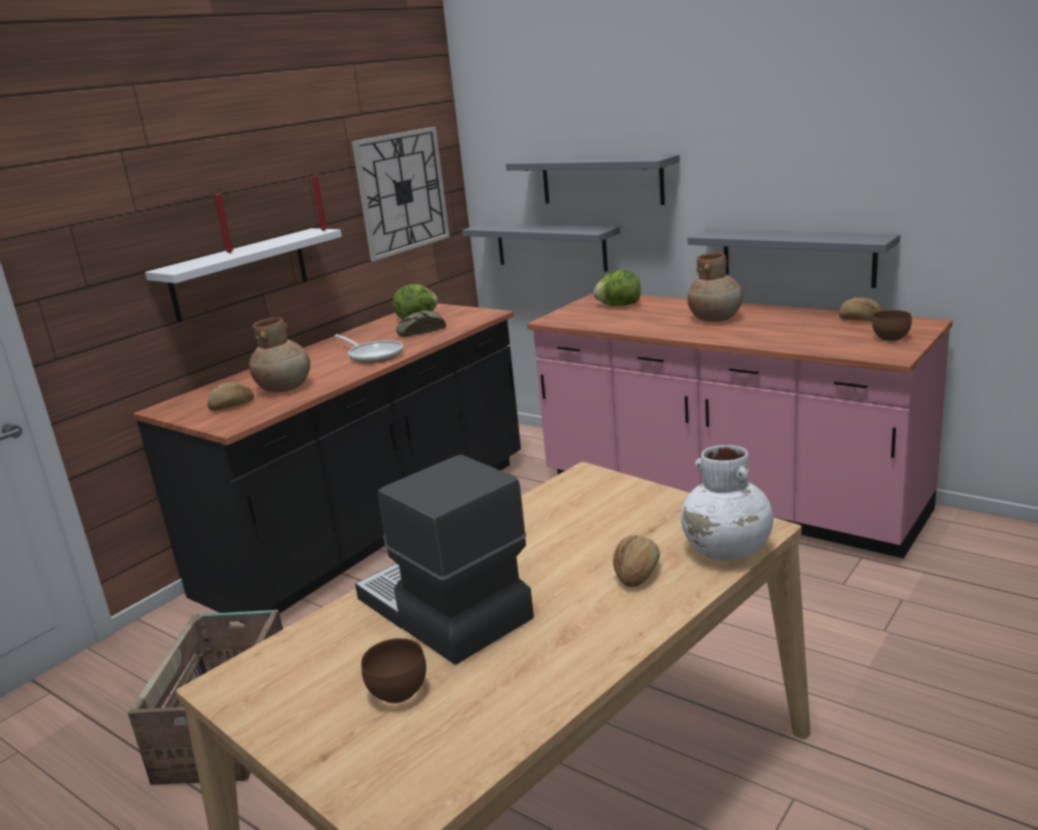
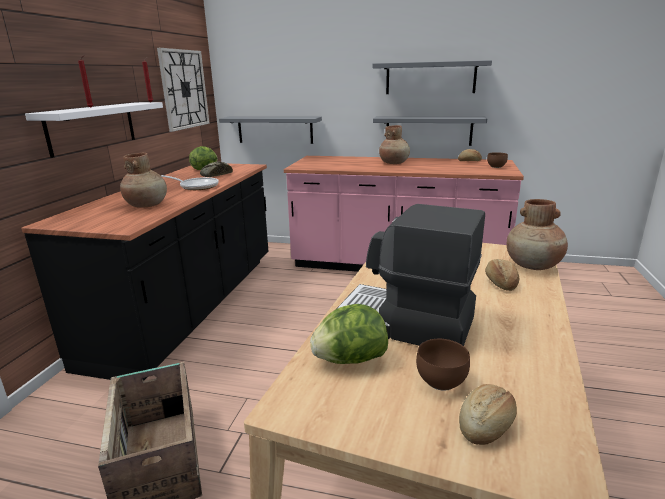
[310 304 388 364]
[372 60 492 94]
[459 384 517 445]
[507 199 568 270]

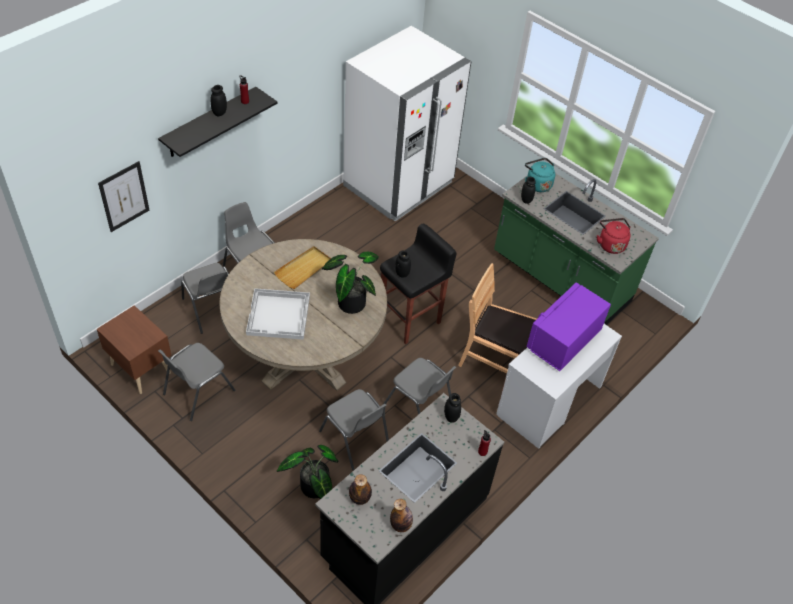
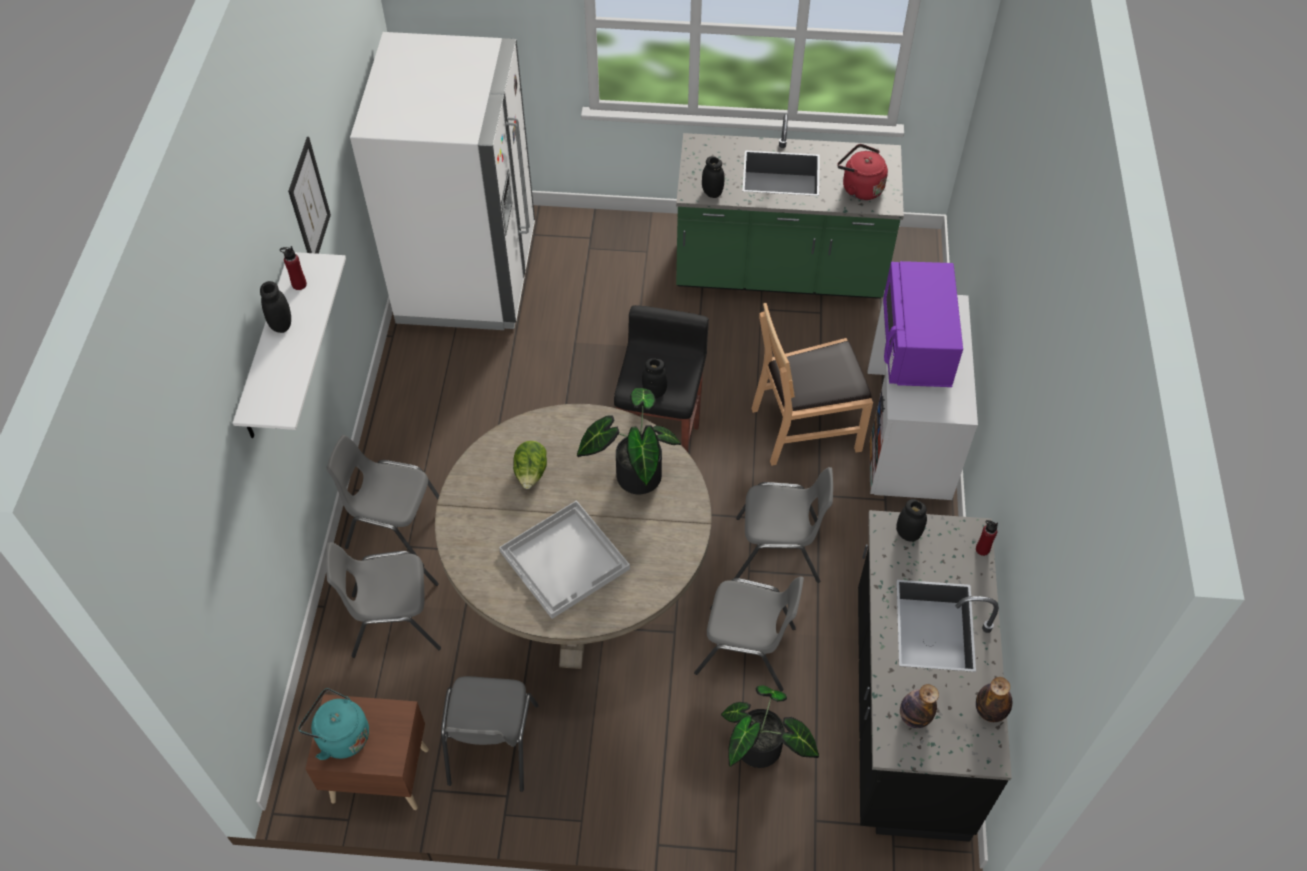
[233 252 346 438]
[288 137 331 254]
[298 688 369 760]
[326 542 441 658]
[513 441 547 489]

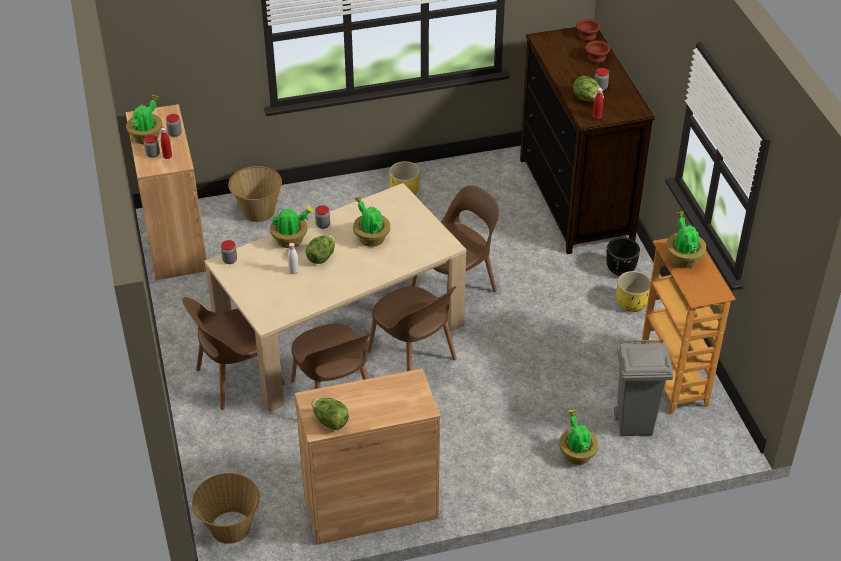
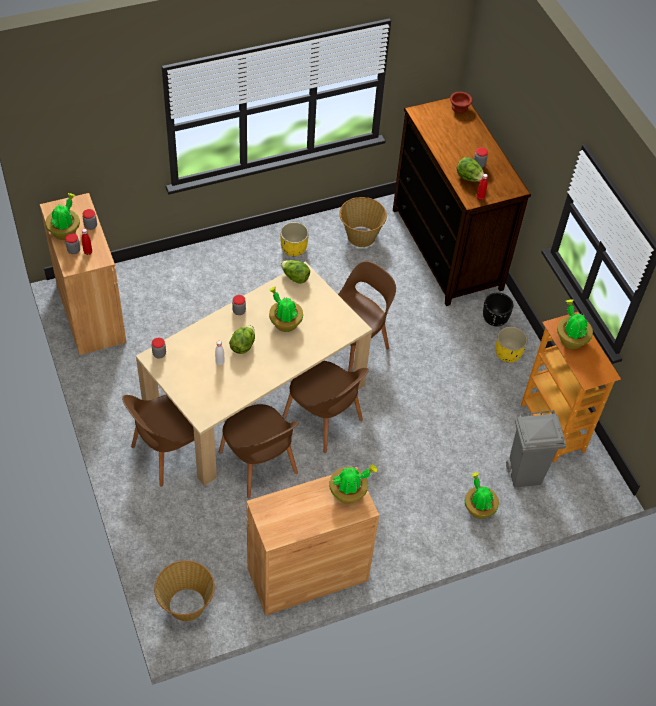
[281 260 310 284]
[329 464 378 504]
[339 197 387 247]
[585 41 610 63] (first image)

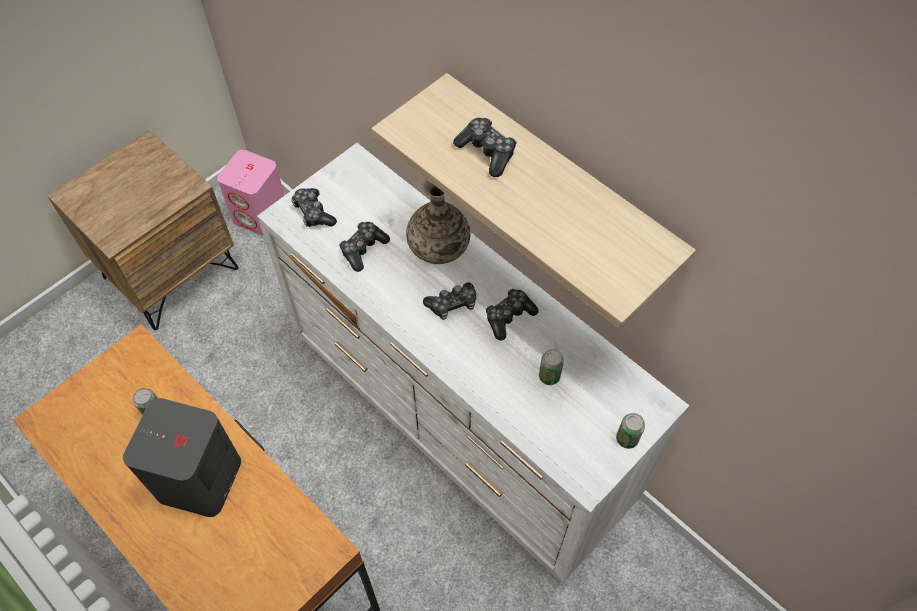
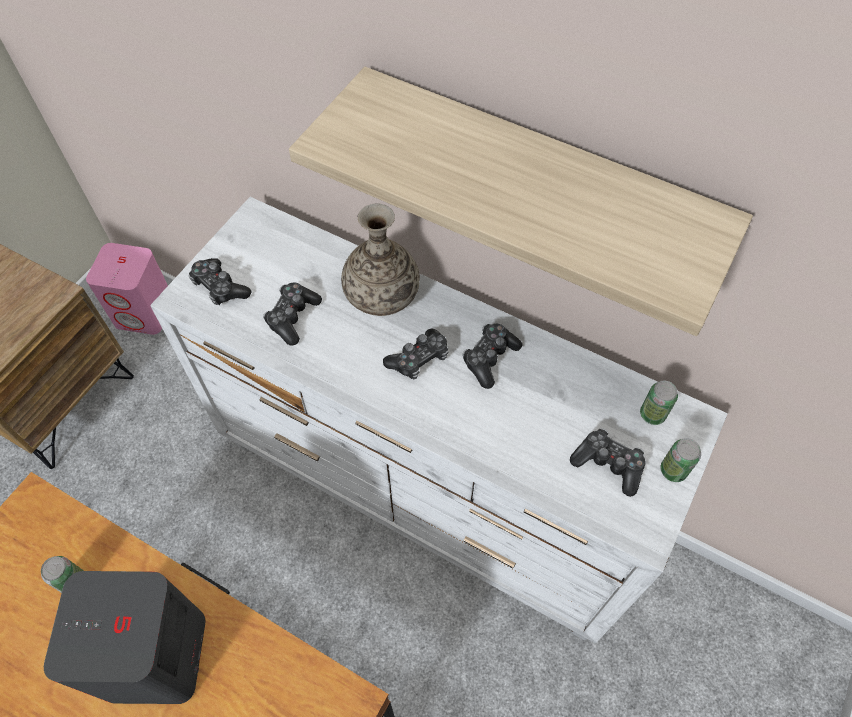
[570 428 645 497]
[640 381 678 425]

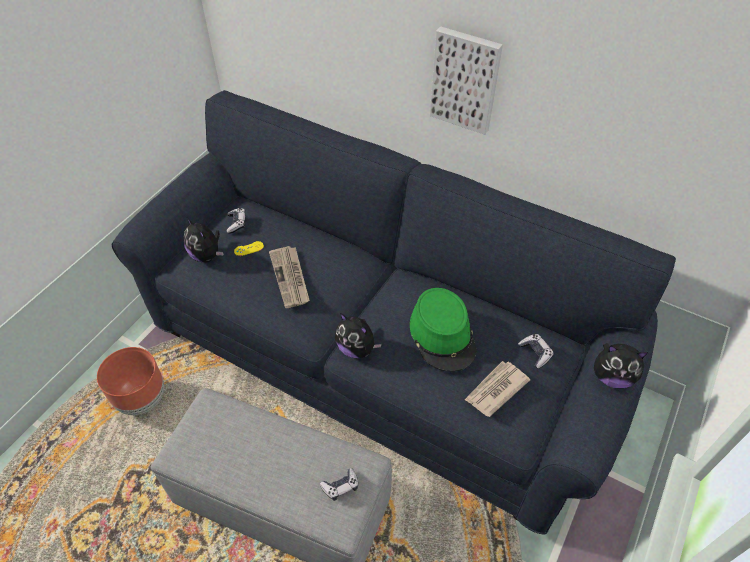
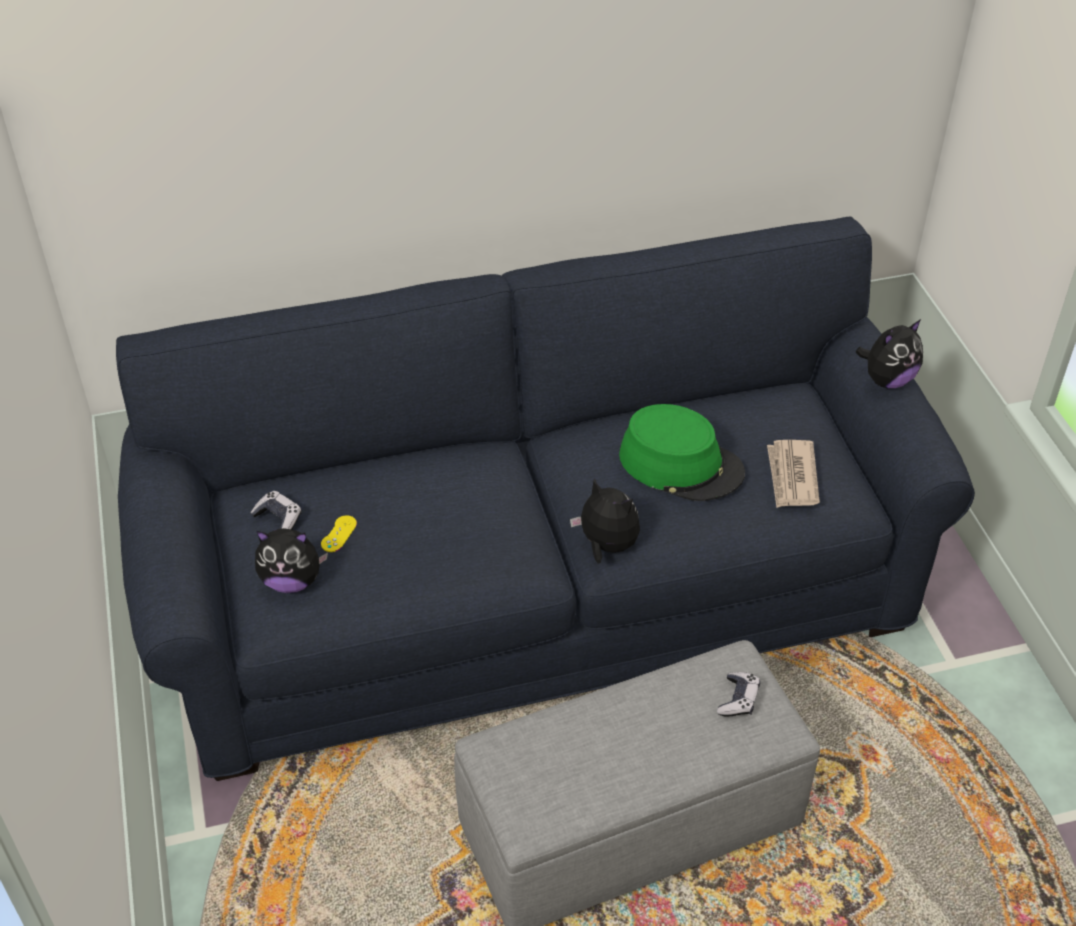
[570 479 640 563]
[97 347 164 415] (first image)
[269 246 310 308] (first image)
[430 27 503 135] (first image)
[518 334 554 369] (first image)

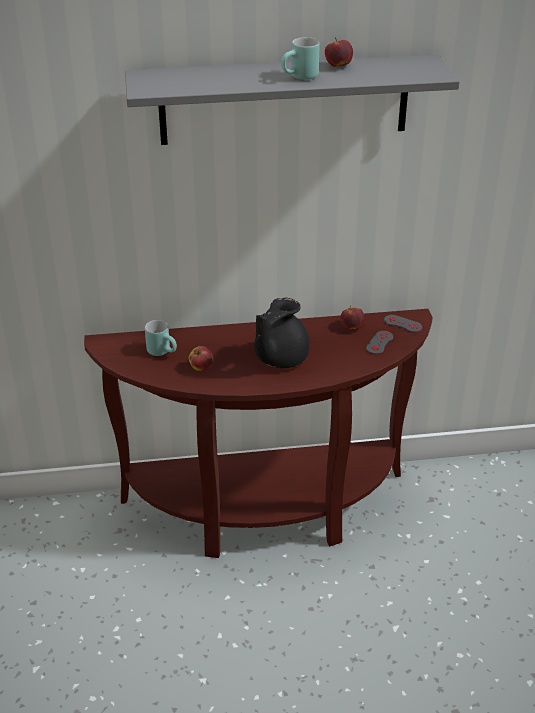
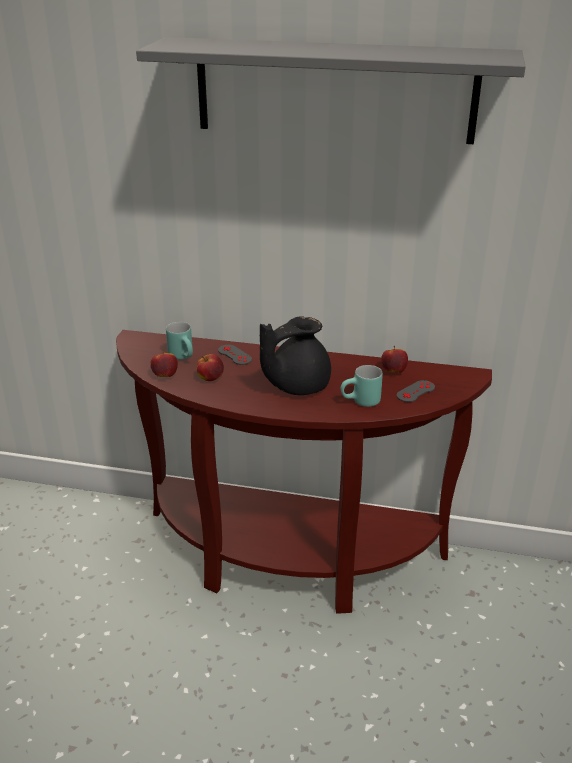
[150 350 178 377]
[218 345 252 365]
[341 365 383 407]

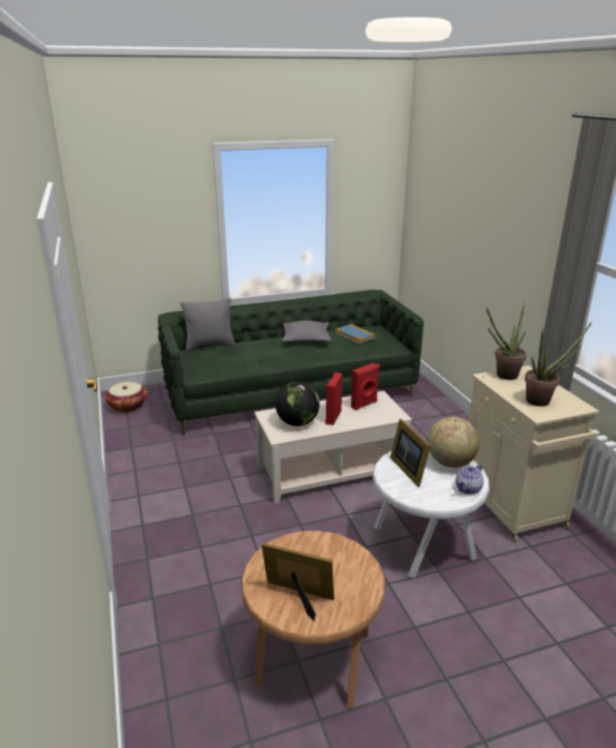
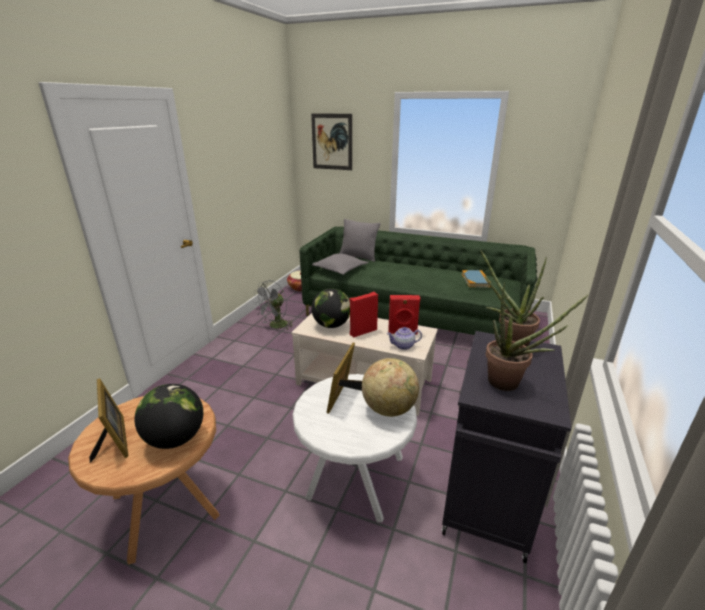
[135 384 203 449]
[253 280 293 330]
[311 113 352 170]
[312 254 368 275]
[387 327 422 350]
[442 331 572 563]

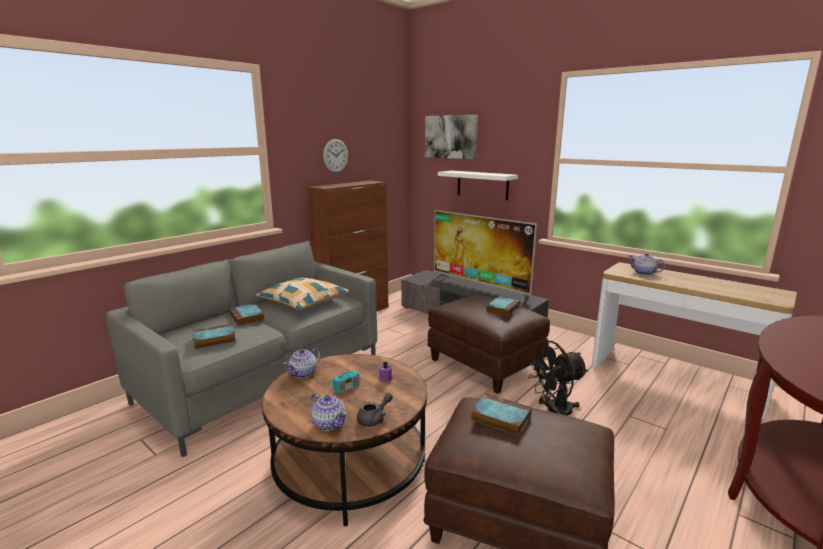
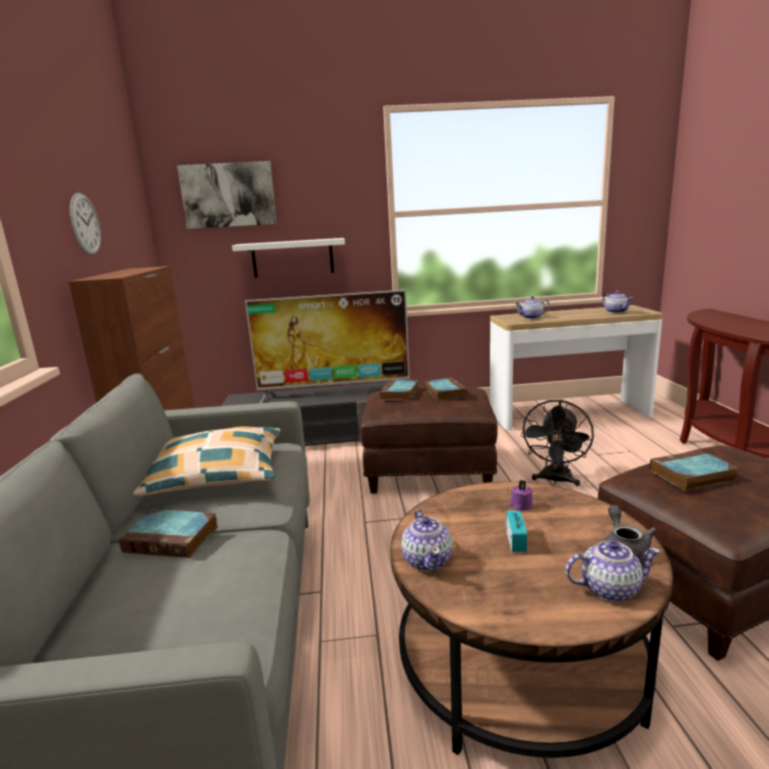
[380 380 419 401]
[602 291 633 313]

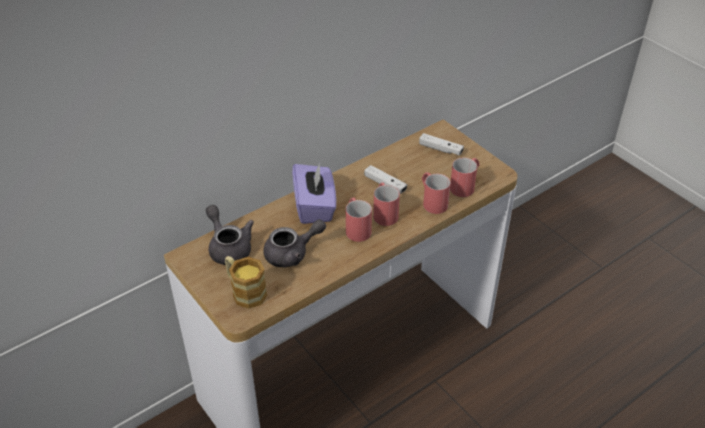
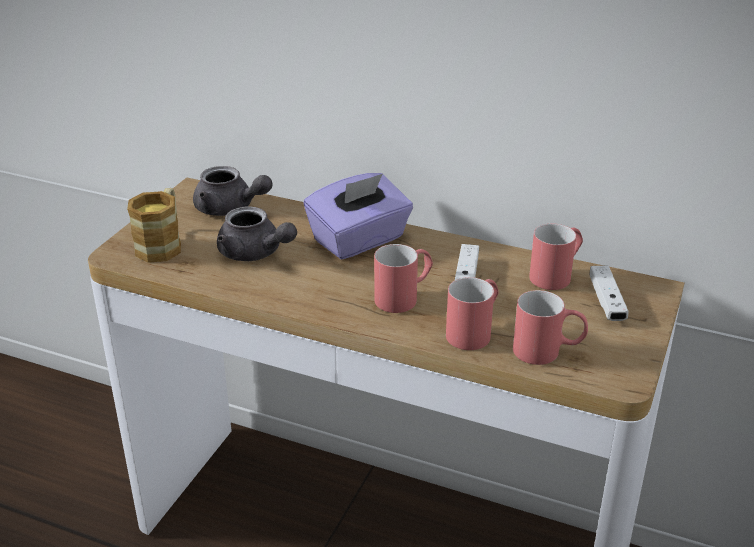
[193 166 273 216]
[529 224 583 290]

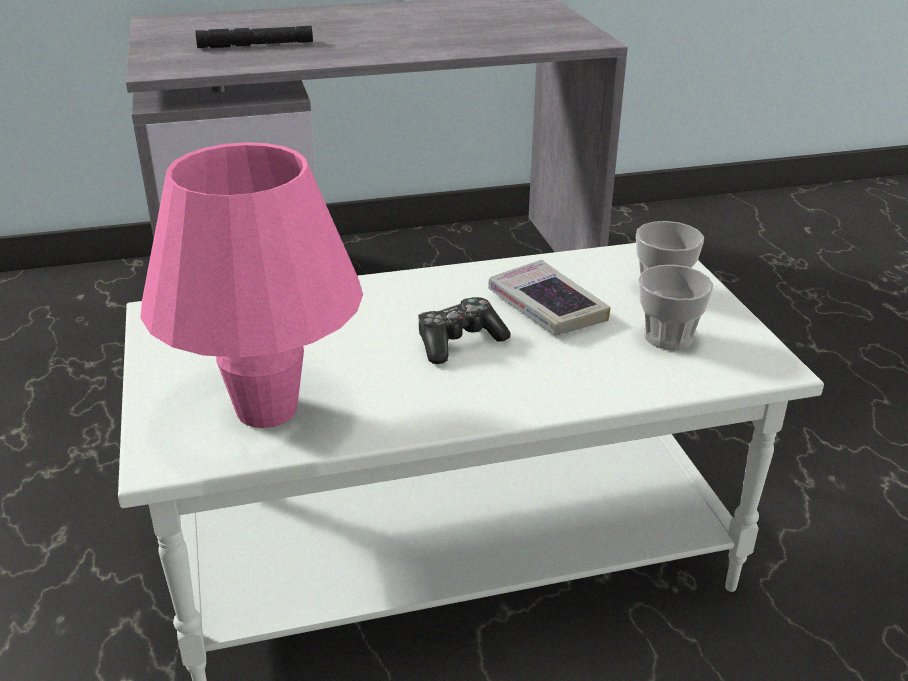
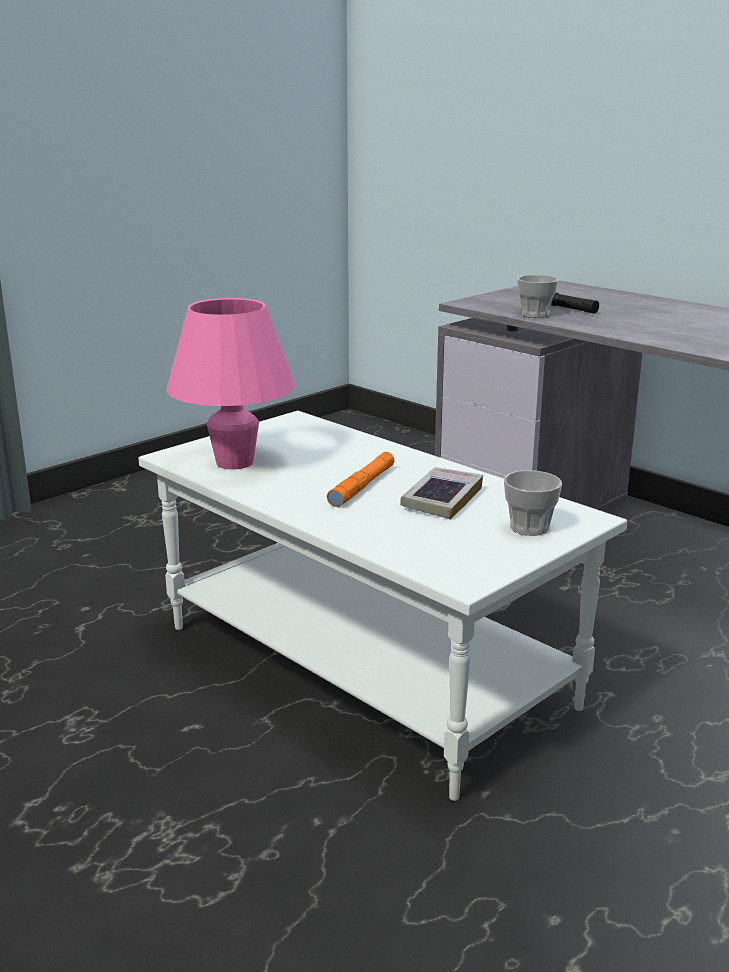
[327 452 394 507]
[517 275 558 318]

